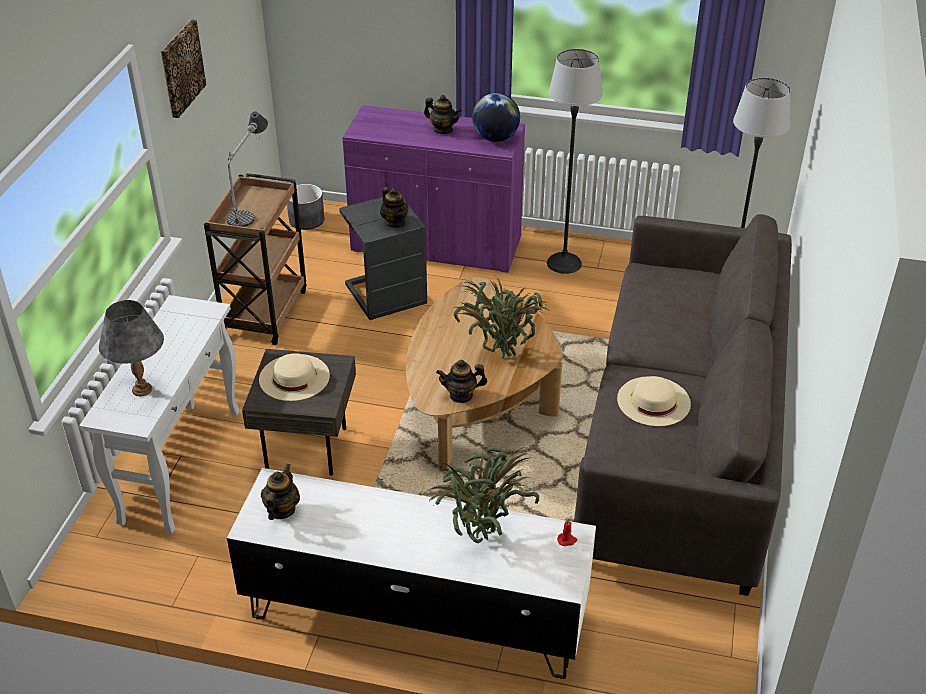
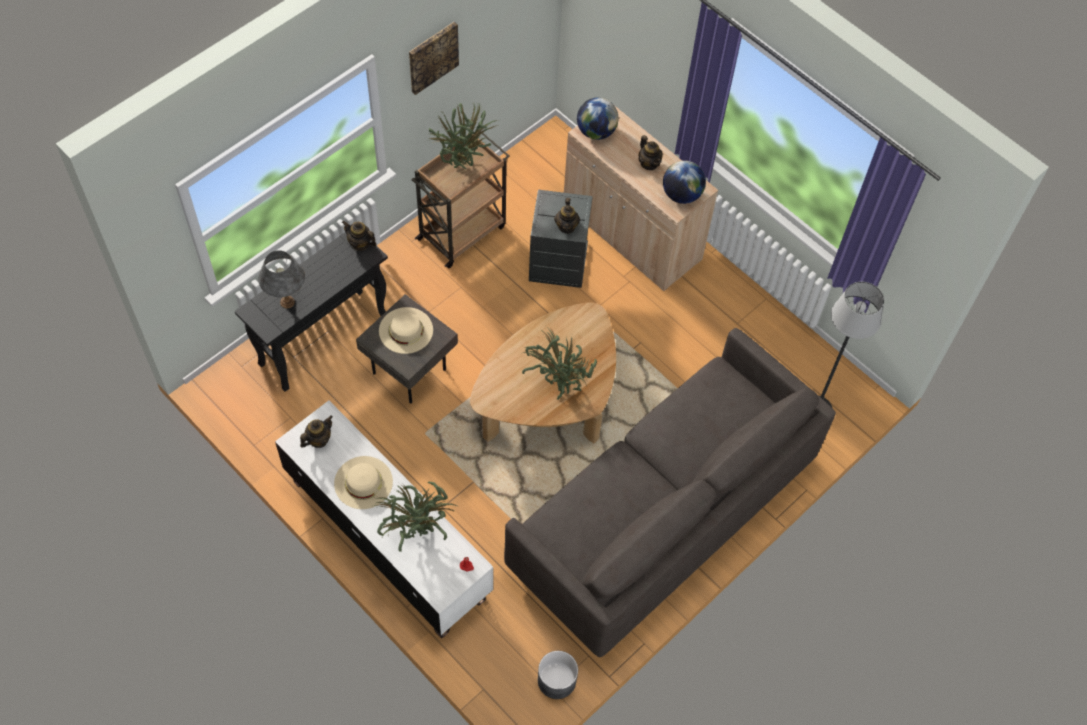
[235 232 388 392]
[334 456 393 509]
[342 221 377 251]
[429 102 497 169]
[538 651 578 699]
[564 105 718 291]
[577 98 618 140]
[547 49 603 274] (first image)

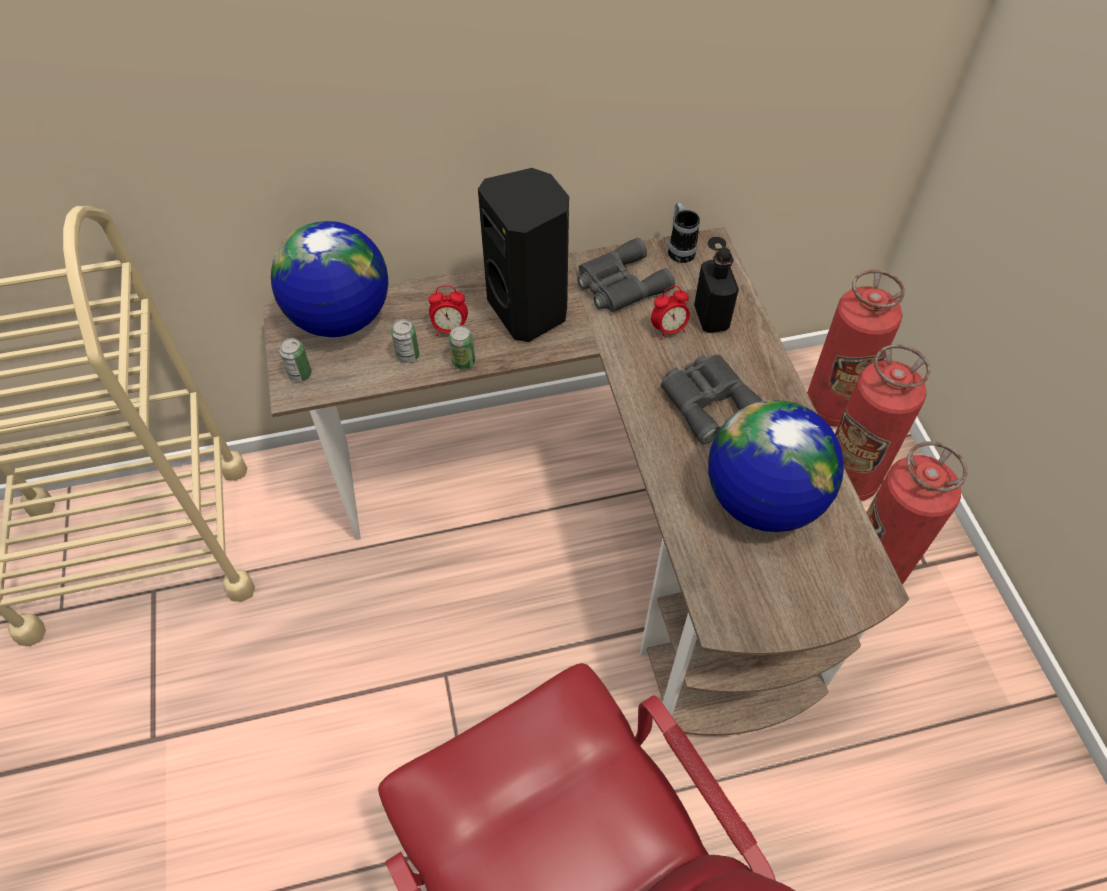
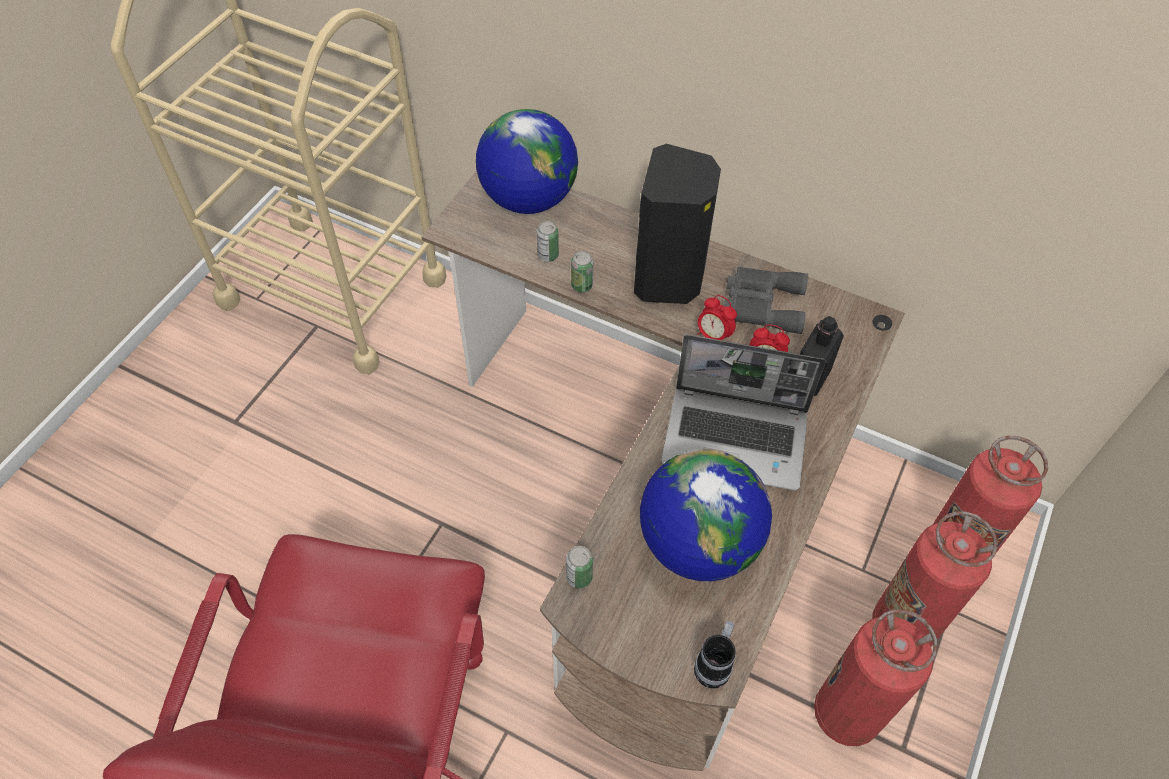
[566 546 593 588]
[661 335 826 491]
[694 621 736 688]
[698 295 737 340]

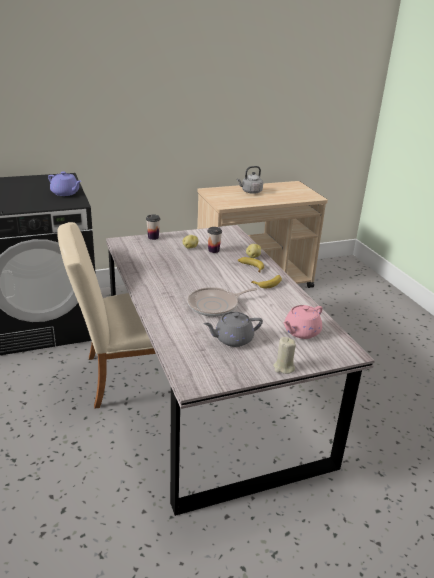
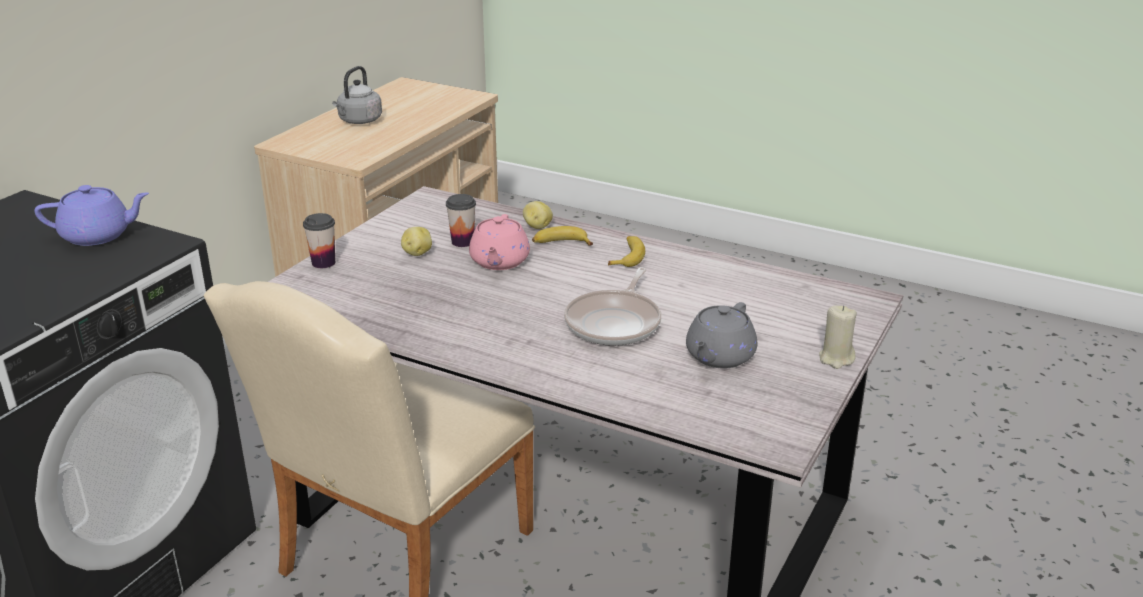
[469 214 530 270]

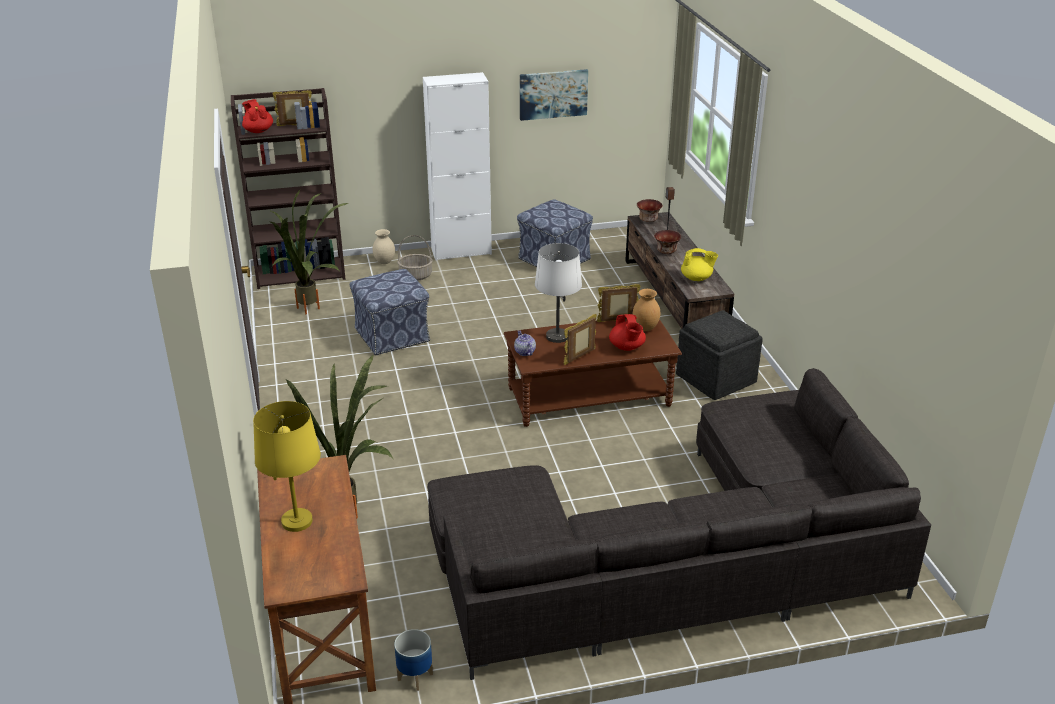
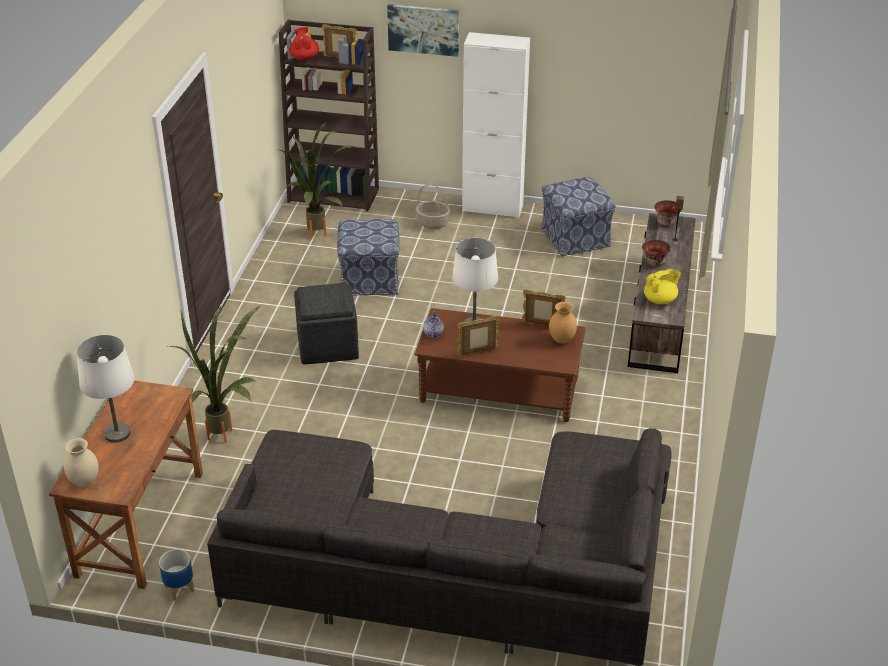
[64 438 99 487]
[77 335 134 443]
[294 283 359 365]
[387 4 459 57]
[644 269 681 304]
[609 314 646 351] (first image)

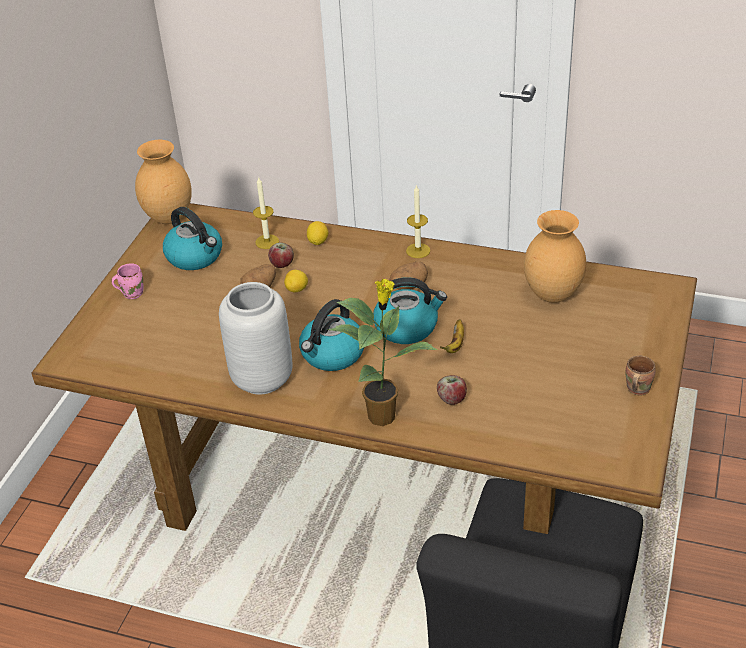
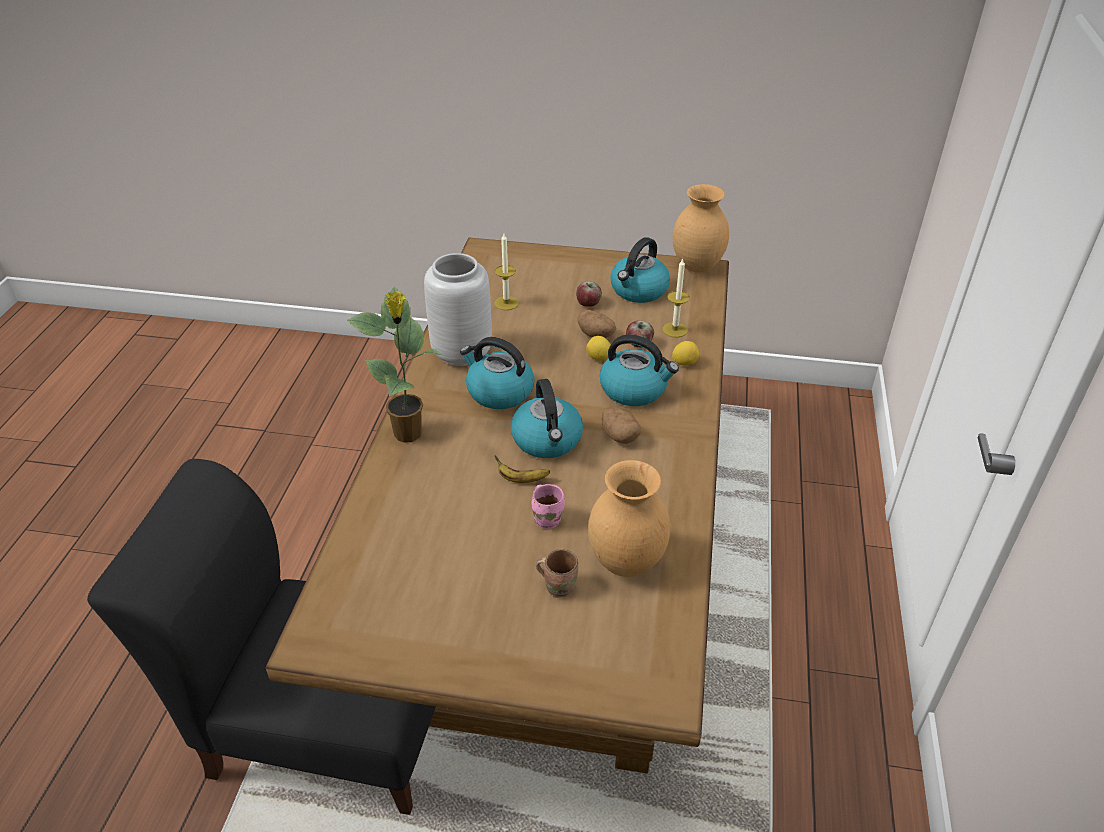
[494 234 519 310]
[531 484 565 529]
[536 549 578 598]
[576 281 602 307]
[600 334 679 406]

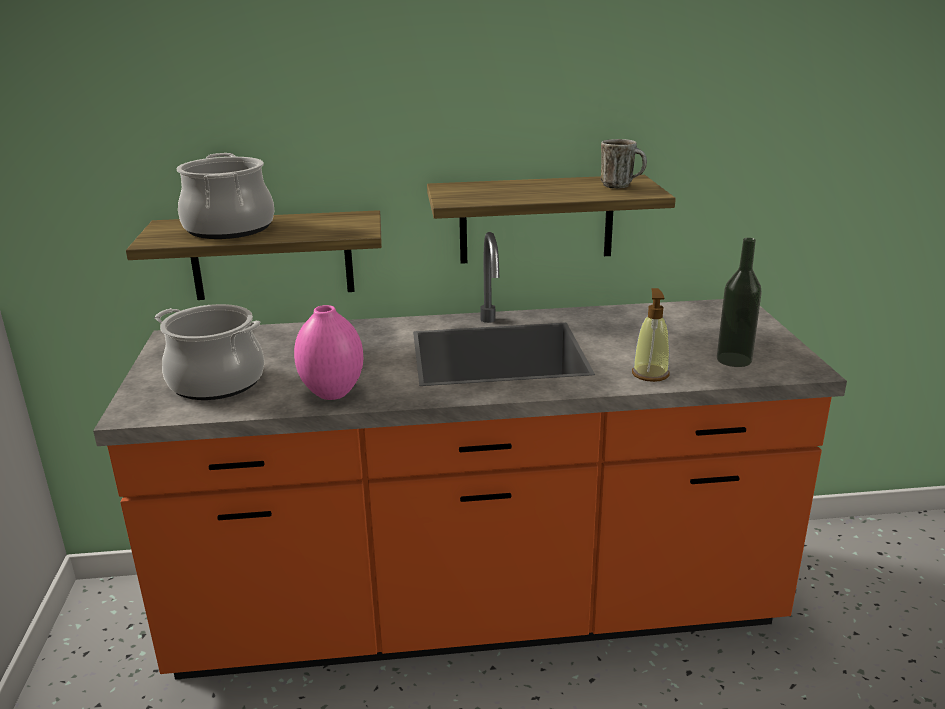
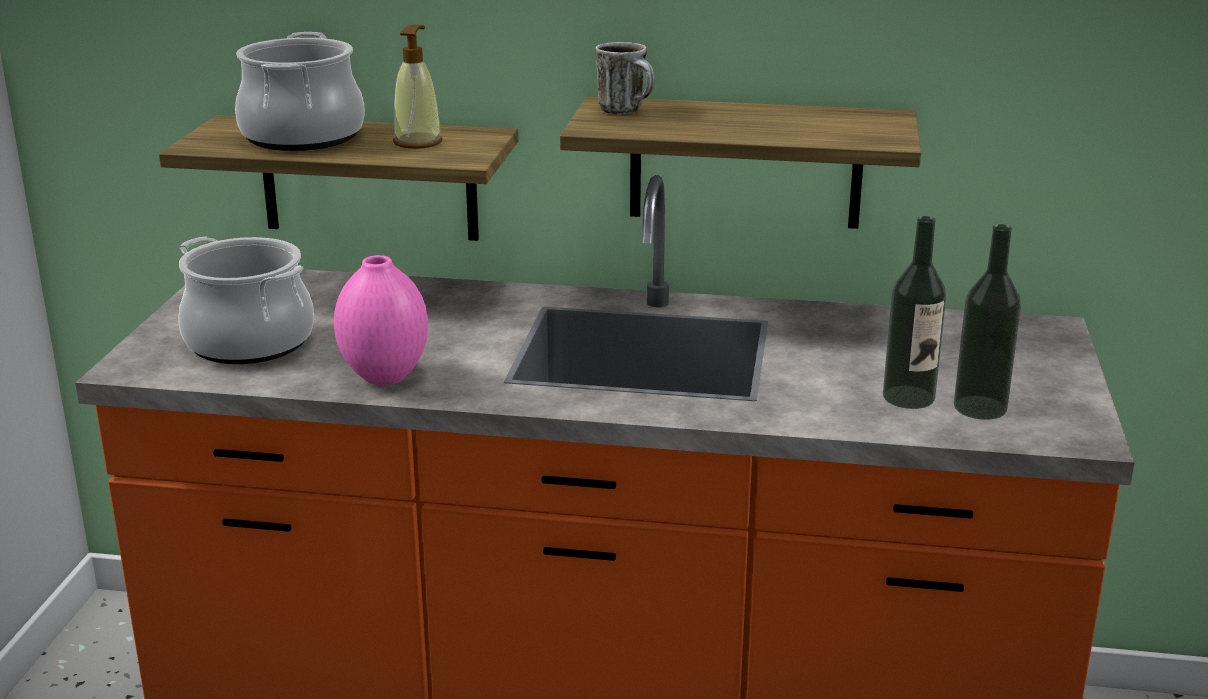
[393 25 442 149]
[595 42 655 114]
[883 216 946 409]

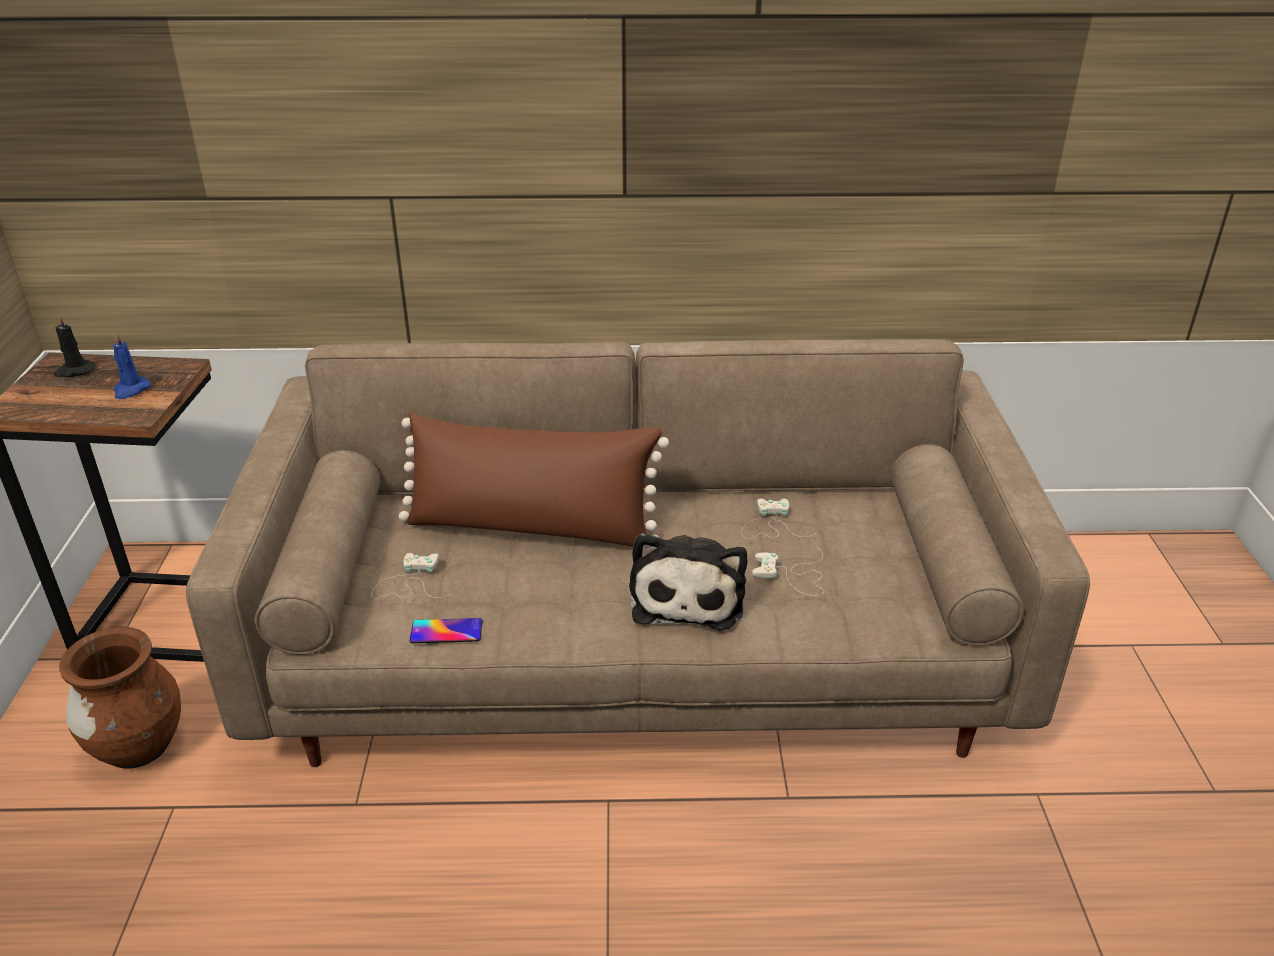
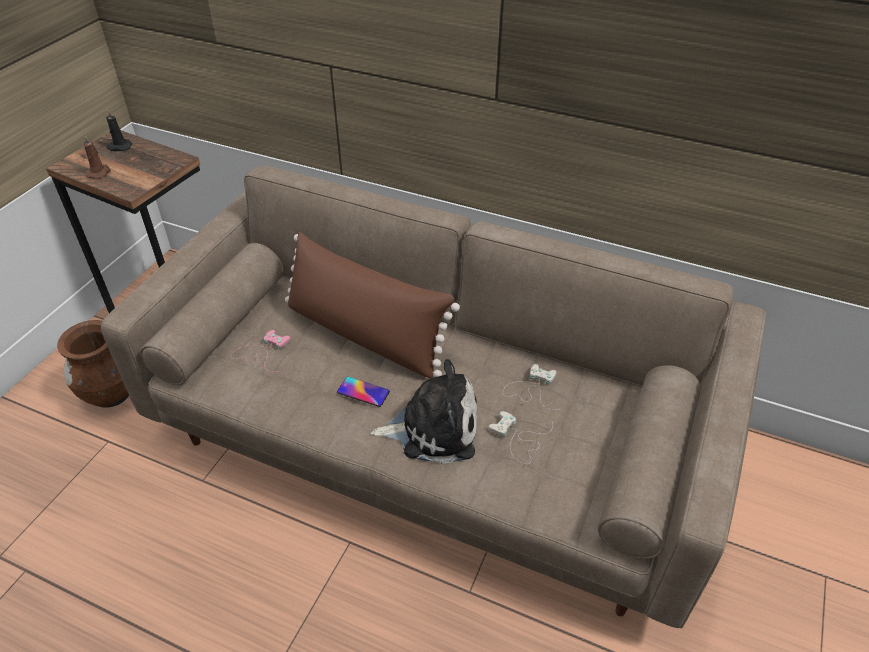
[84 135 111 179]
[231 330 290 372]
[337 377 390 407]
[371 359 478 464]
[113 332 151 399] (first image)

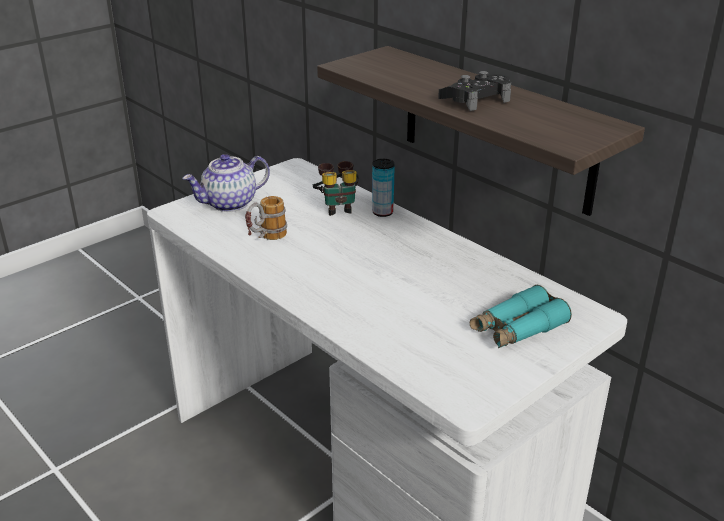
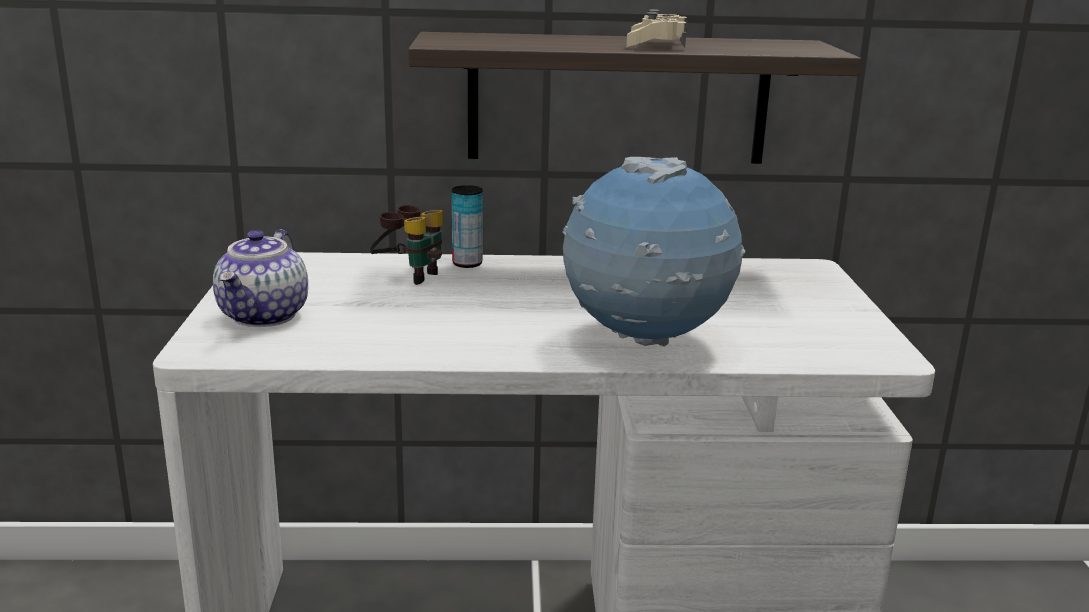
[563 157 746 347]
[626 9 687 48]
[245 196 287 240] (first image)
[470 285 572 348] (first image)

